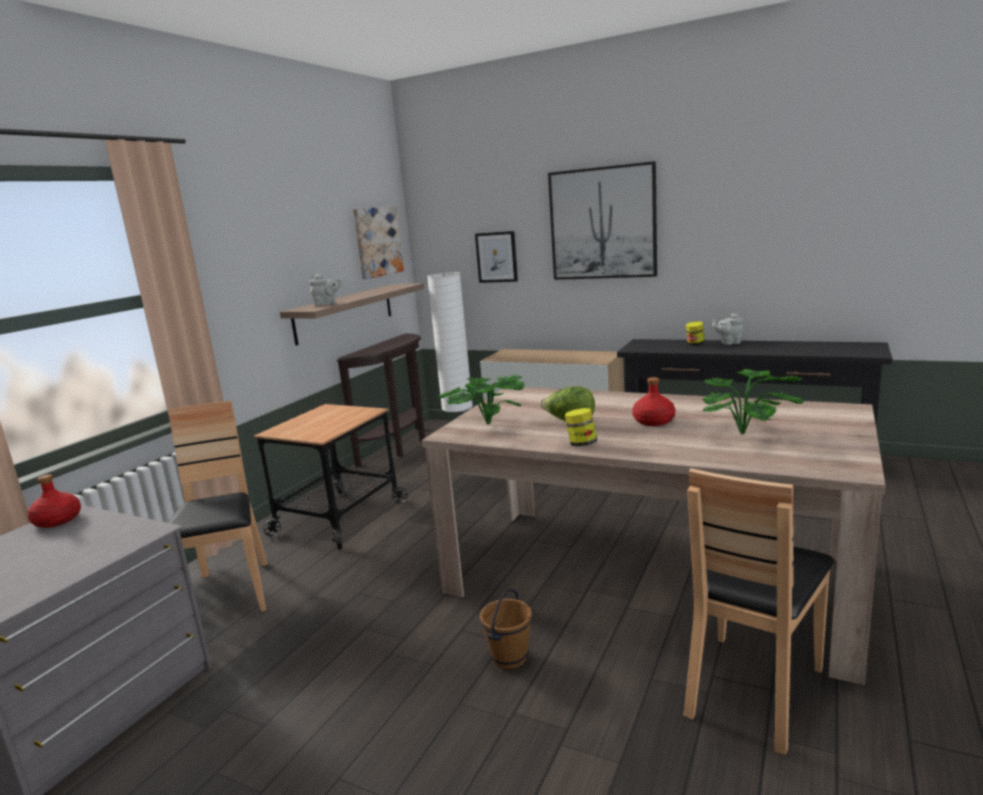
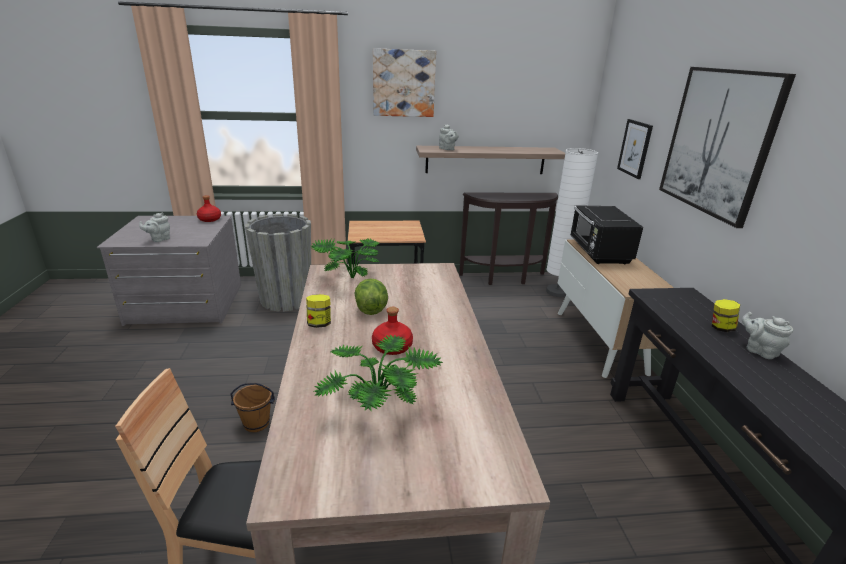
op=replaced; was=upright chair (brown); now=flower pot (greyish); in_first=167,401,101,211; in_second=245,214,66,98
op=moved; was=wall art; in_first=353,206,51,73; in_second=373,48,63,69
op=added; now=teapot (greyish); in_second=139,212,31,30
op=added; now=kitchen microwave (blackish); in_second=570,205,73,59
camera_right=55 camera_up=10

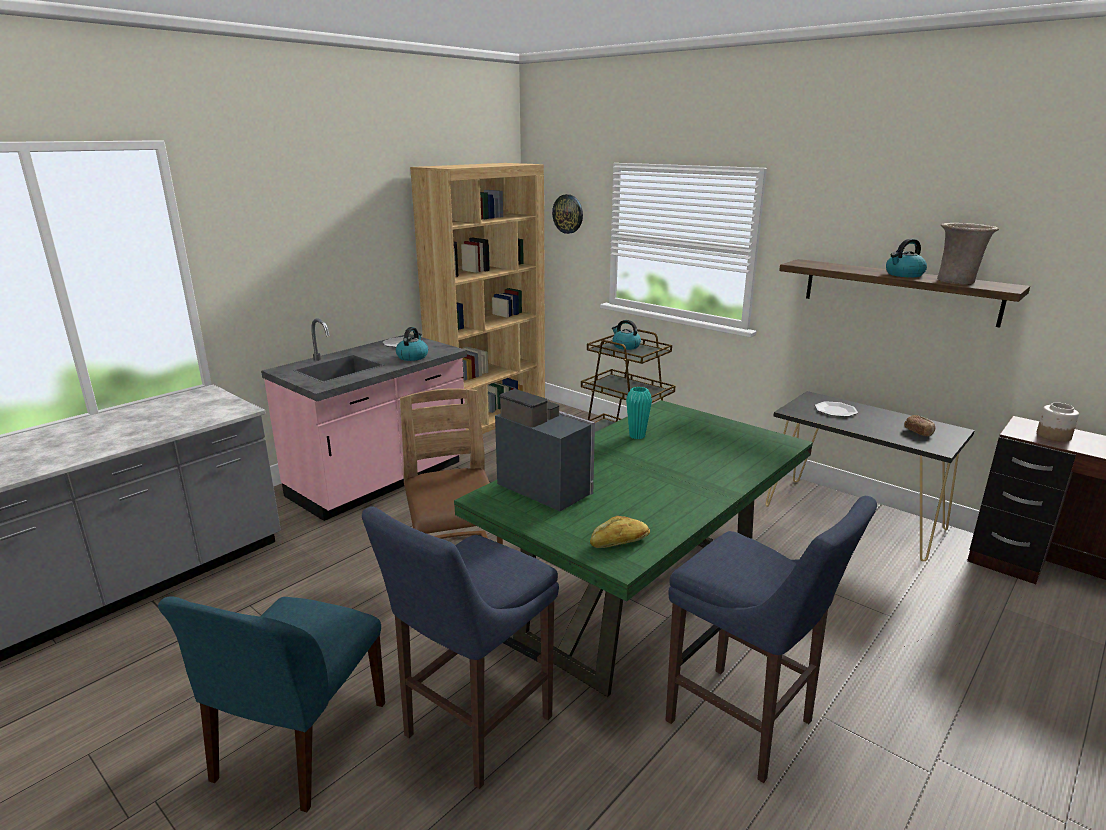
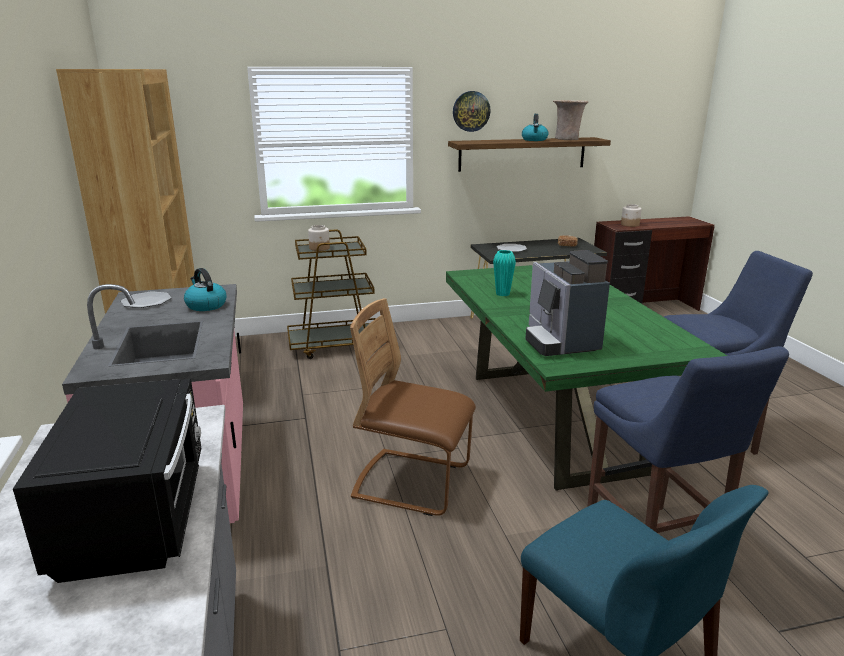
op=turned; was=coffee machine; in_first=495,389,100,122; in_second=525,250,85,106; clockwise=-90
op=moved; was=hanging clock; in_first=552,194,31,40; in_second=453,91,37,41
op=removed; was=bread; in_first=590,516,60,32
op=replaced; was=tea kettle; now=preserve jar; in_first=612,320,29,30; in_second=308,225,22,26
op=added; now=kitchen microwave (blackish); in_second=13,379,188,204
camera_right=-55 camera_up=0

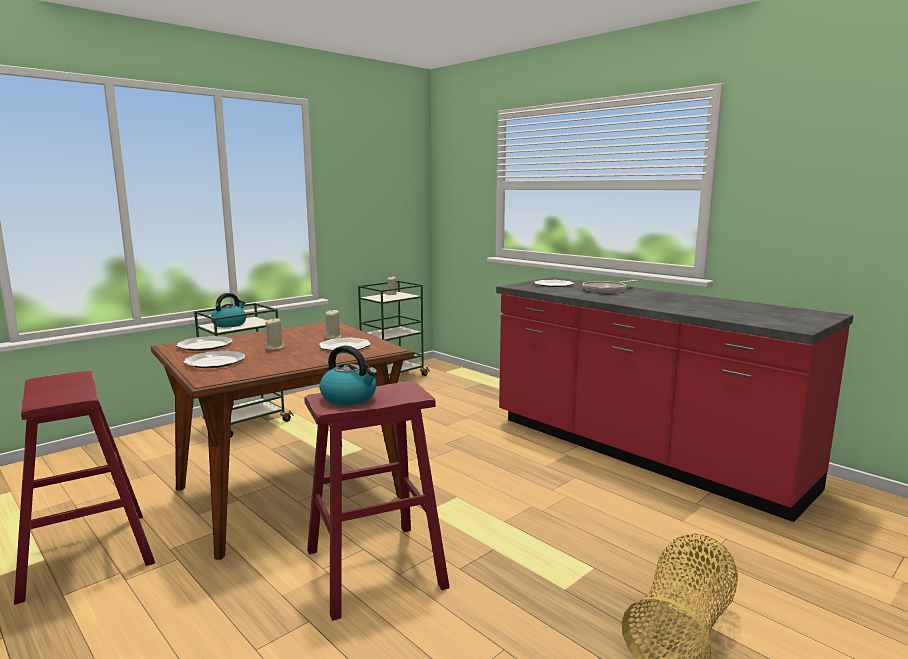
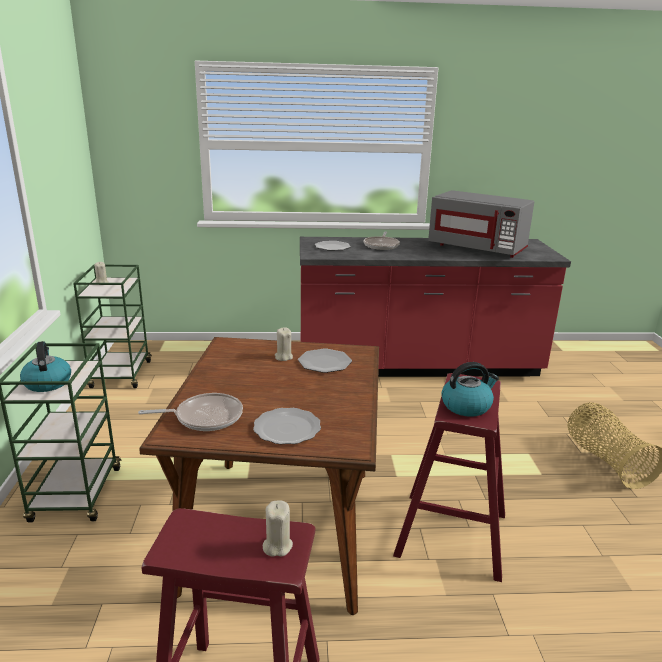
op=replaced; was=dinner plate; now=skillet; in_first=177,336,56,15; in_second=138,393,105,38
op=moved; was=wax light (sand-coloured); in_first=265,317,20,33; in_second=263,500,30,56
op=added; now=kitchen microwave (greyish); in_second=428,190,106,68
camera_right=-50 camera_up=10

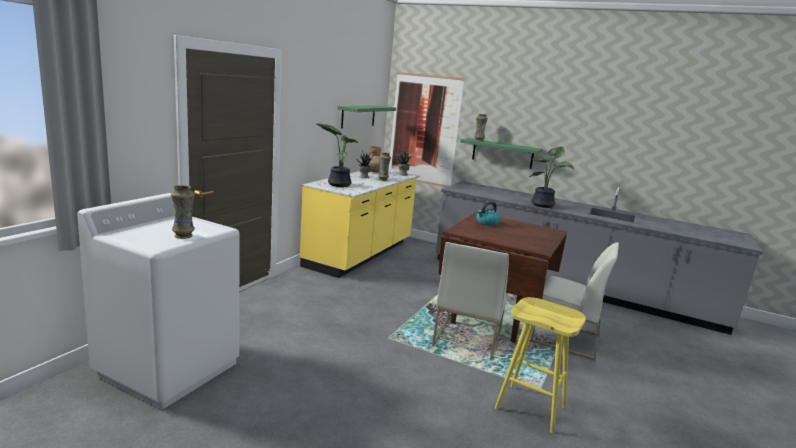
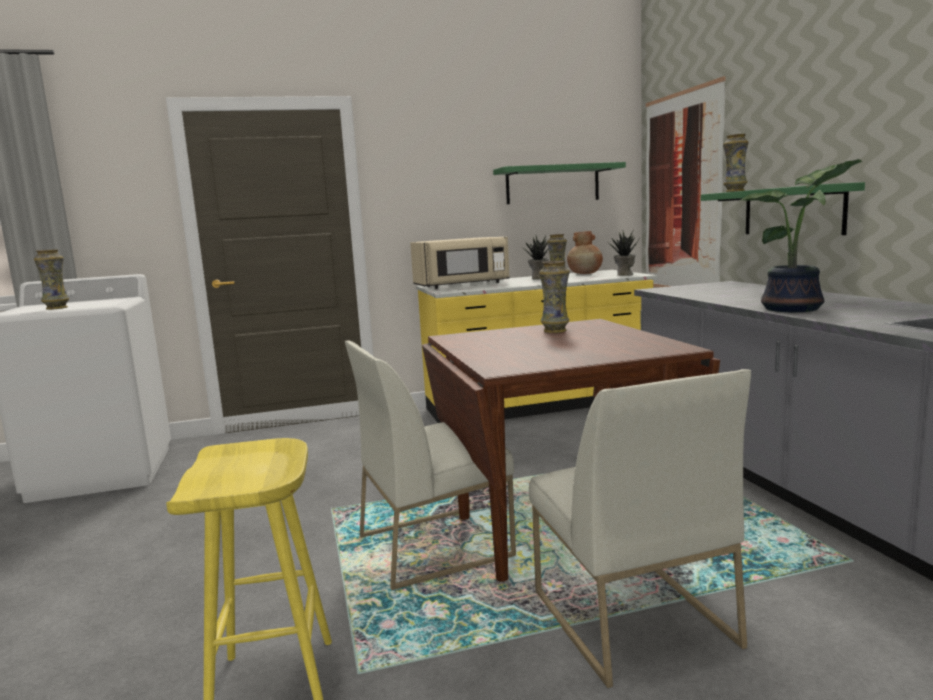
op=replaced; was=potted plant; now=kitchen microwave (sand-coloured); in_first=316,123,43,64; in_second=410,237,99,52
op=replaced; was=tea kettle; now=vase; in_first=476,201,24,25; in_second=539,261,31,72
camera_right=50 camera_up=-5

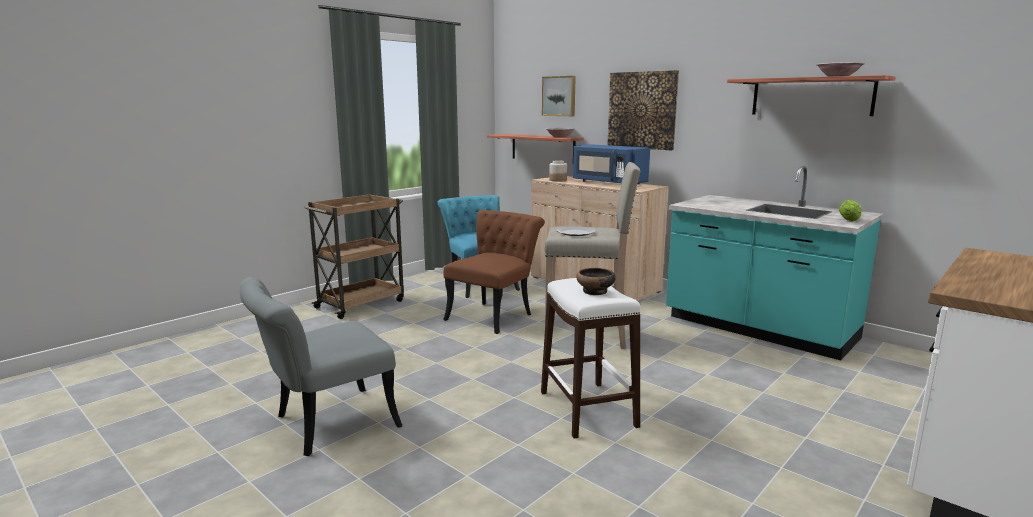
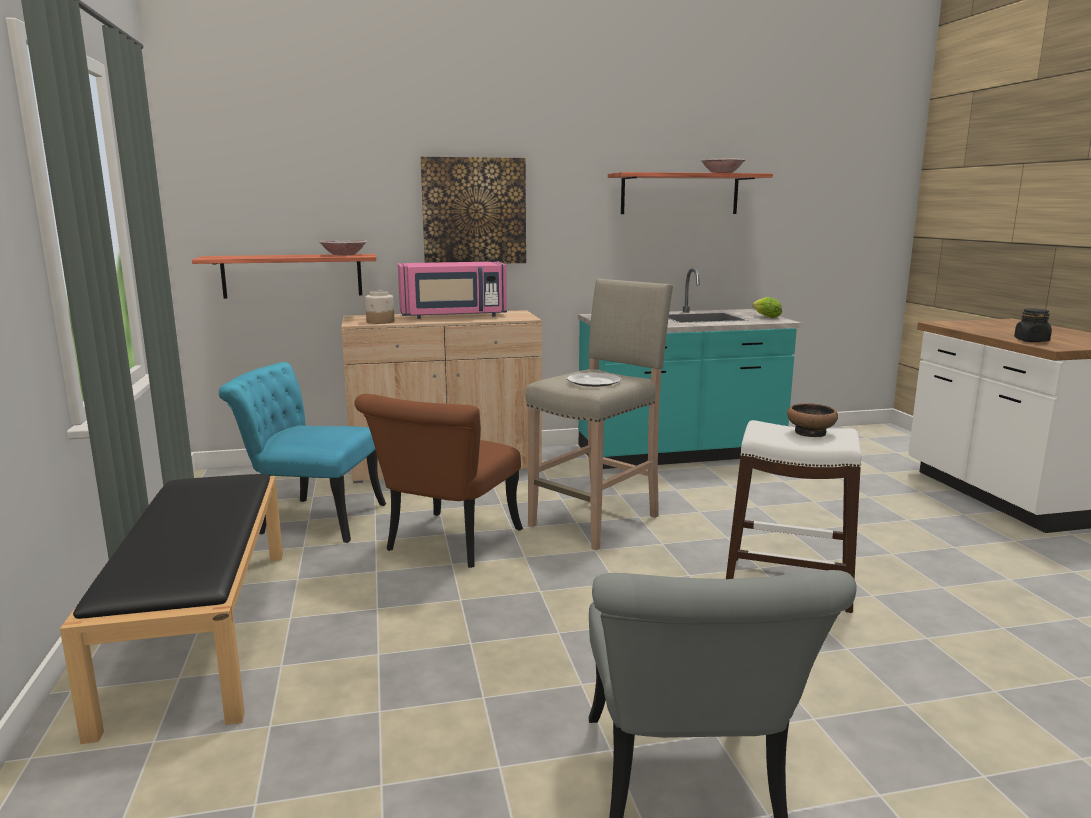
op=replaced; was=cart (brown); now=long seat (blackish); in_first=303,194,101,125; in_second=60,474,223,270
op=turned; was=upright chair (brown); in_first=443,210,102,124; in_second=354,394,169,174; clockwise=-135
op=removed; was=wall art; in_first=542,76,34,40
op=recoloured; was=kitchen microwave (blue-coloured); now=kitchen microwave (pink); in_first=573,144,77,40; in_second=398,262,109,57
op=added; now=preserve jar (blackish); in_second=1014,308,38,34
camera_right=-55 camera_up=0

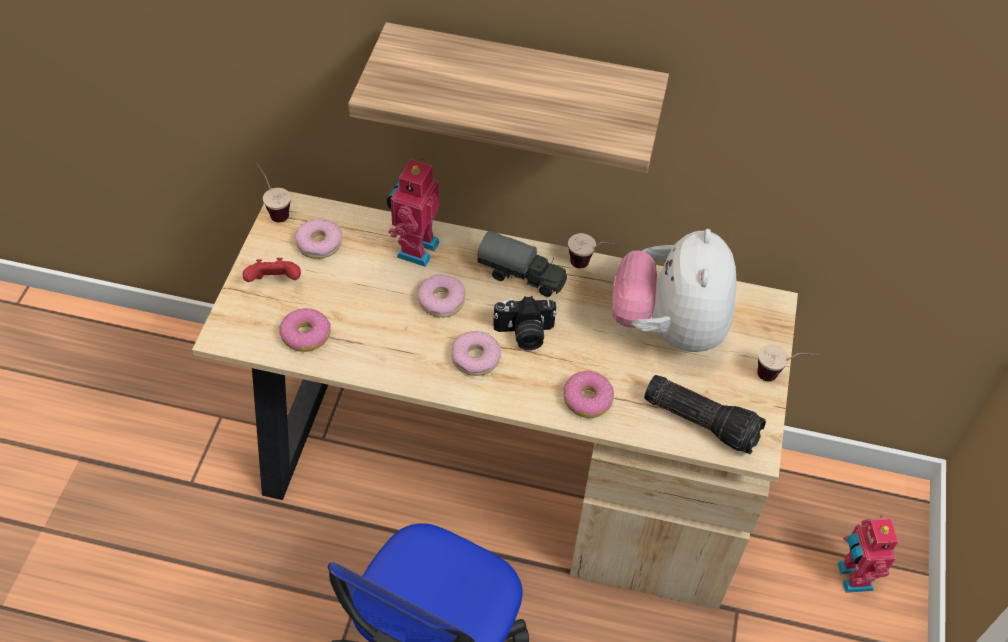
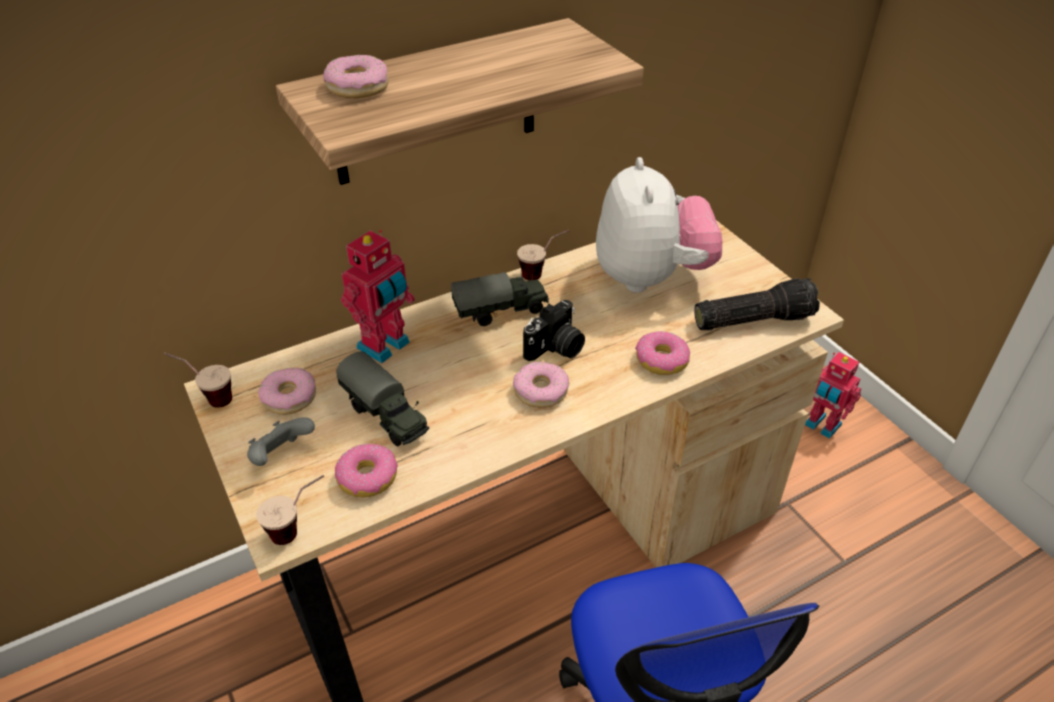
op=recoloured; was=game controller (red); now=game controller (greyish); in_first=243,258,58,24; in_second=247,417,68,49
op=turned; was=model robot; in_first=387,158,53,109; in_second=341,230,74,133; clockwise=-120
op=moved; was=donut; in_first=418,274,48,44; in_second=323,55,66,43
op=turned; was=soft toy; in_first=612,229,124,123; in_second=596,157,126,136; clockwise=-150
op=moved; was=cup; in_first=757,345,62,36; in_second=256,475,68,70
op=added; now=model truck; in_second=336,352,93,94
camera_right=-40 camera_up=-10

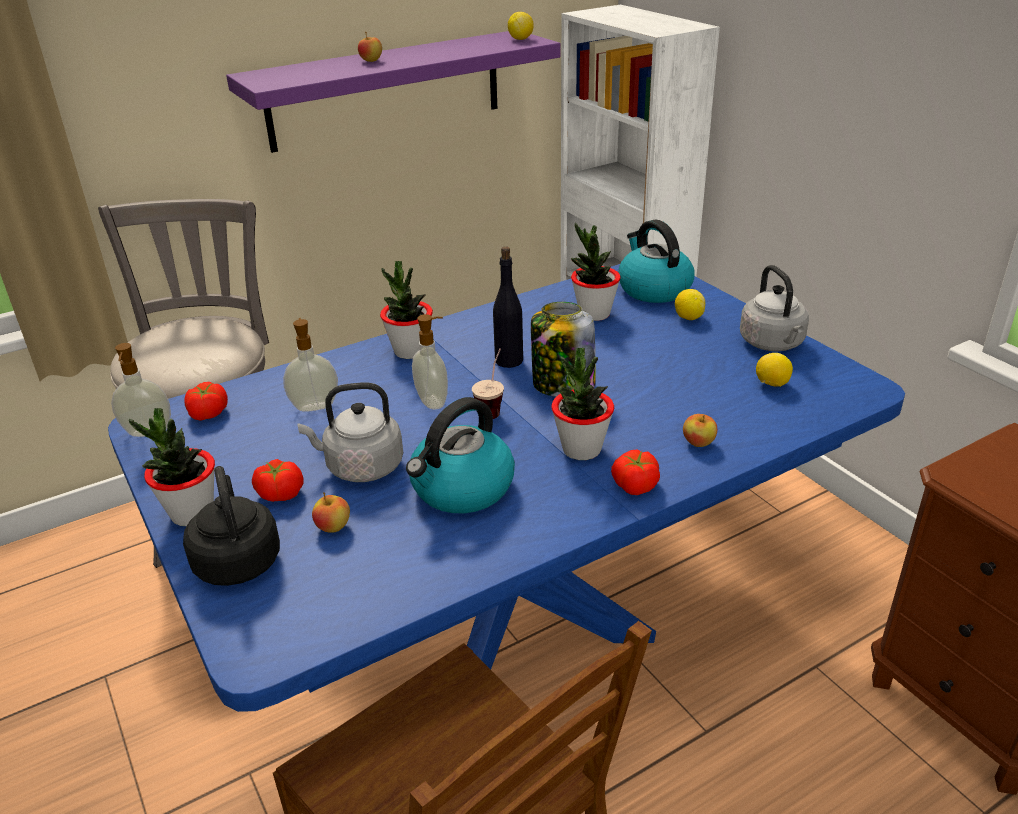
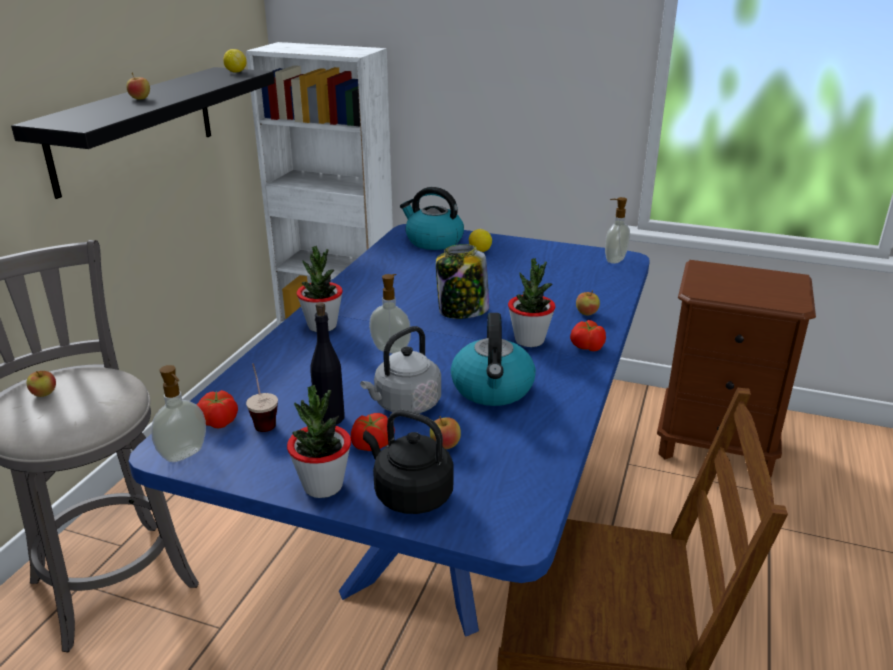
op=recoloured; was=wall shelf (purple); now=wall shelf (blackish); in_first=226,31,334,122; in_second=11,67,264,132
op=moved; was=liquid soap bottle; in_first=283,318,55,94; in_second=605,197,25,67
op=moved; was=cup; in_first=472,348,32,71; in_second=246,363,32,69
op=moved; was=bottle (blackish); in_first=493,246,30,122; in_second=310,302,35,123
op=removed; was=potted plant; in_first=571,223,49,98
op=removed; was=tea kettle (greyish); in_first=740,265,69,86
op=removed; was=whole lemon; in_first=756,353,37,34
op=added; now=apple fruit; in_second=27,371,29,26
camera_right=-40 camera_up=-5

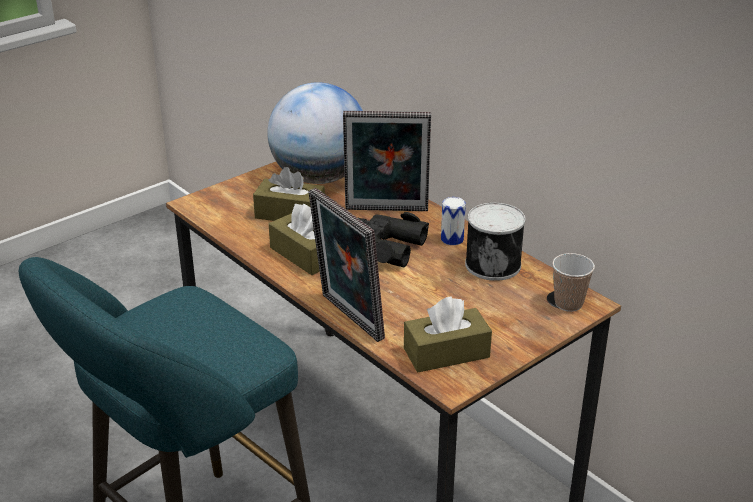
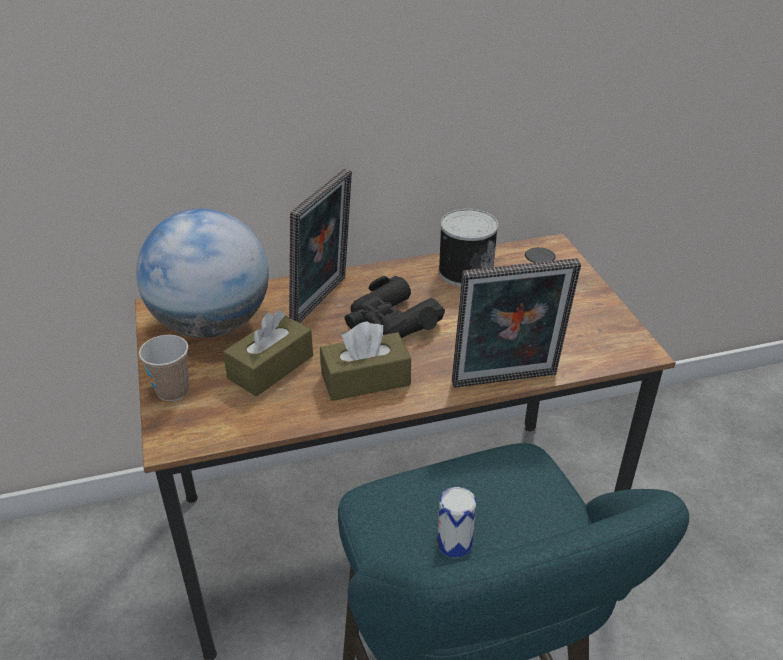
op=removed; was=tissue box (brown); in_first=404,296,88,76
op=moved; was=sealed can; in_first=441,197,25,48; in_second=437,487,39,71
op=moved; was=cup; in_first=552,253,43,59; in_second=139,335,50,66
camera_right=-65 camera_up=5

